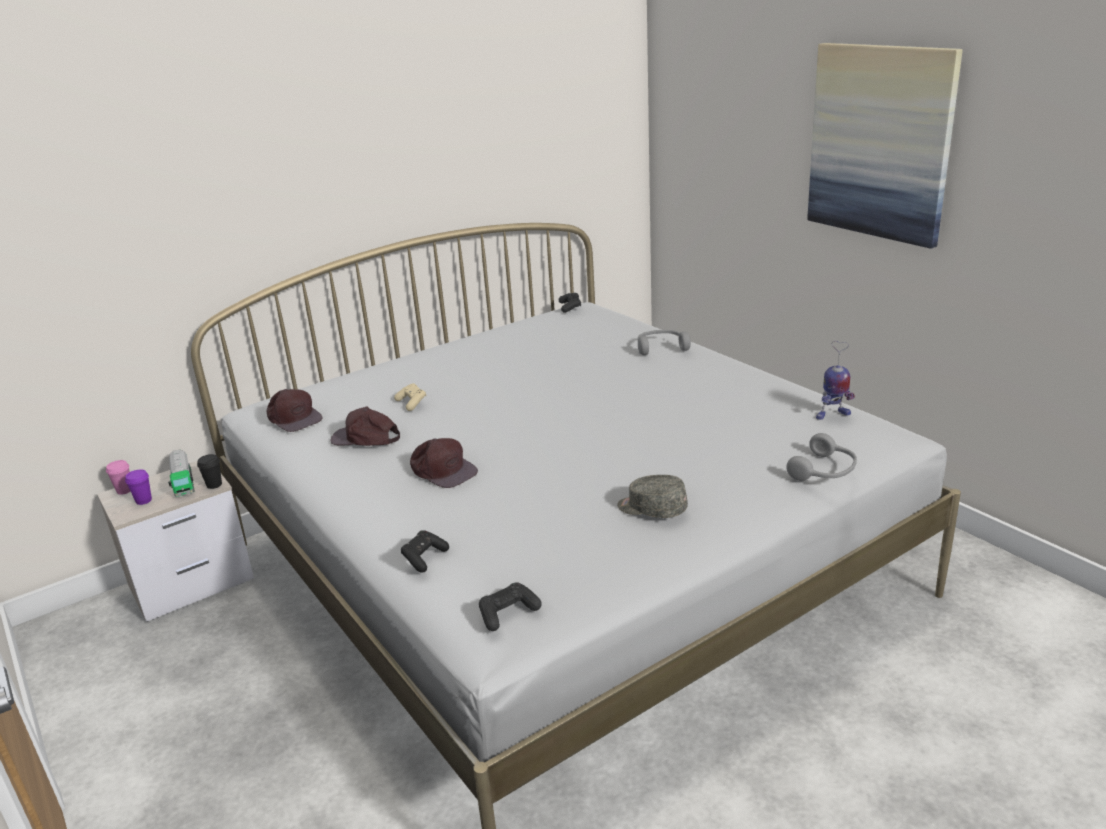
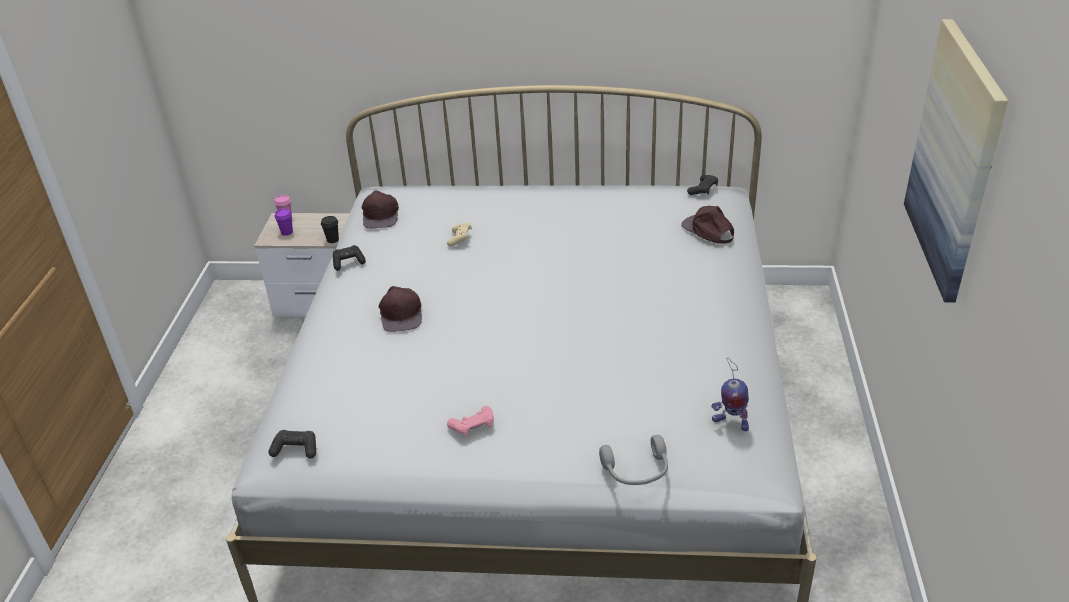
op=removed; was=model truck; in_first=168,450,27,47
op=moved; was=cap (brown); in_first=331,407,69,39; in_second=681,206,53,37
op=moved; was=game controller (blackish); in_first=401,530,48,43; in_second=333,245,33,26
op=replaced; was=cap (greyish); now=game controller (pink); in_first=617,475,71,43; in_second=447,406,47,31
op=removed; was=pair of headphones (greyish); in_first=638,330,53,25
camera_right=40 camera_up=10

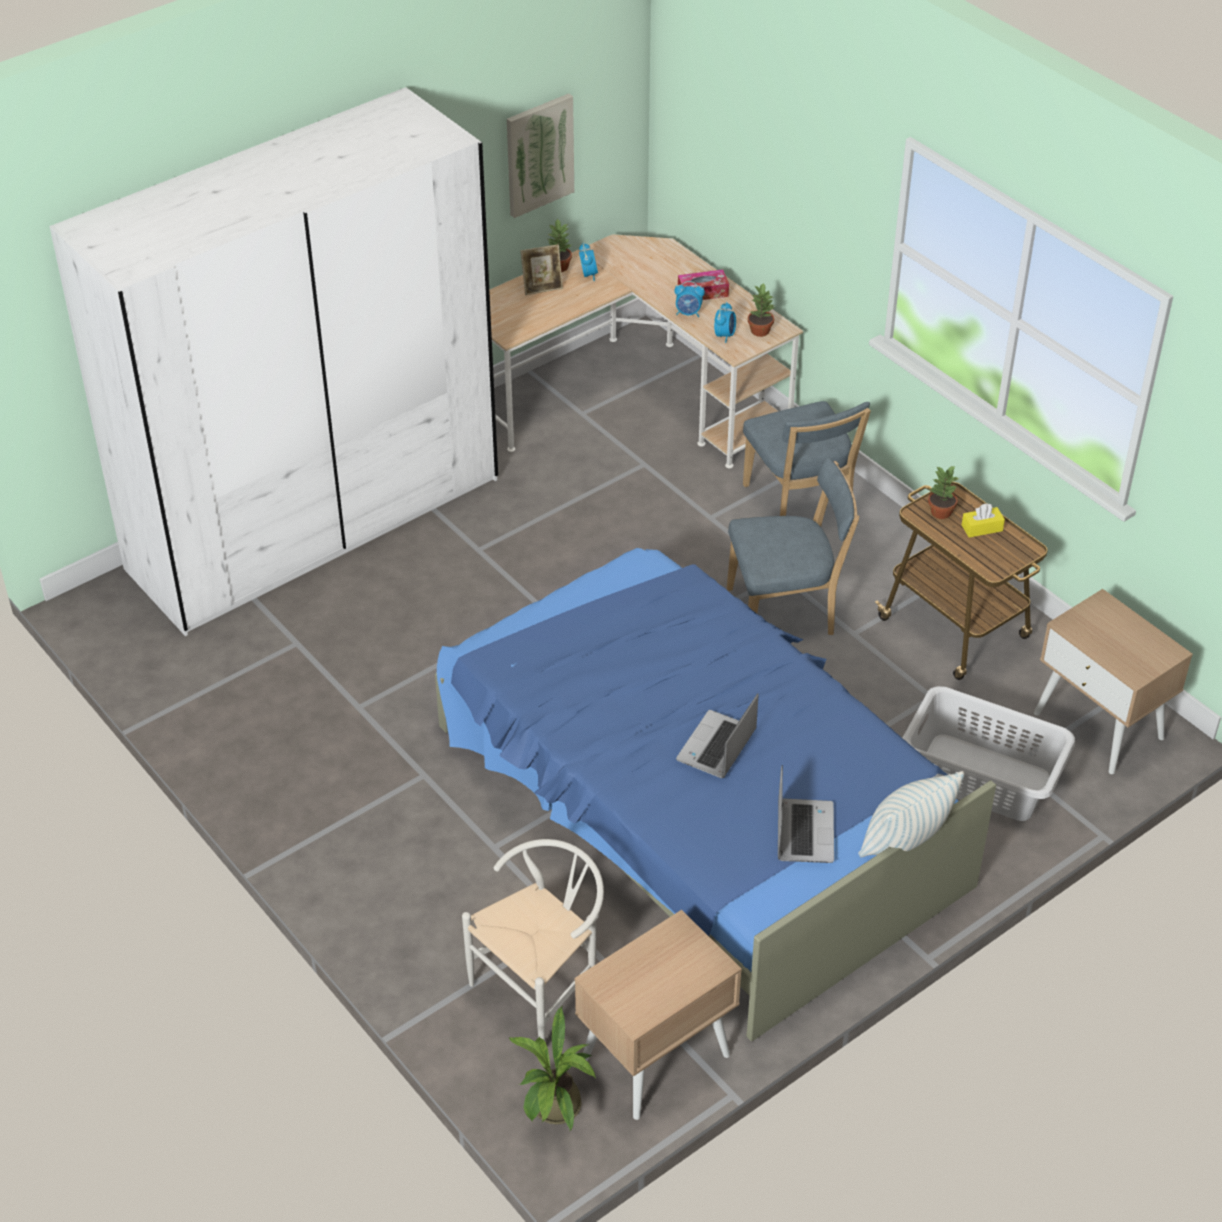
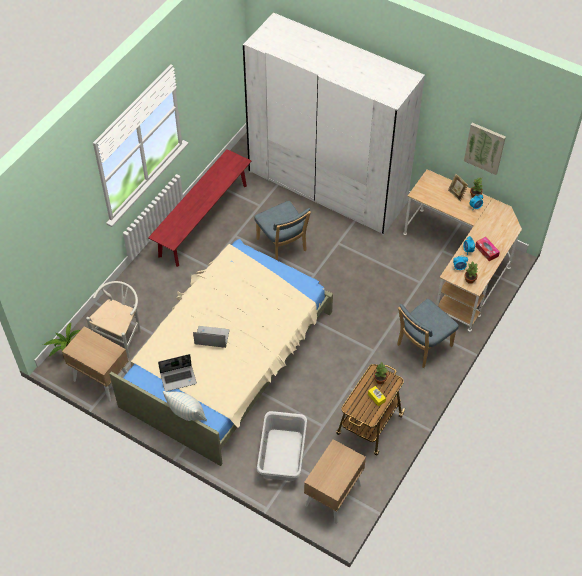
op=recoloured; was=bedroom bed (blue-coloured); now=bedroom bed (sand-coloured); in_first=435,548,561,493; in_second=109,239,224,227
op=turned; was=upright chair (whitish); in_first=462,839,142,202; in_second=86,281,55,77; clockwise=-90
op=moved; was=upright chair (blue-coloured); in_first=727,457,132,178; in_second=255,201,56,60
op=added; now=long seat (red); in_second=148,149,104,118
camera_right=70 camera_up=10

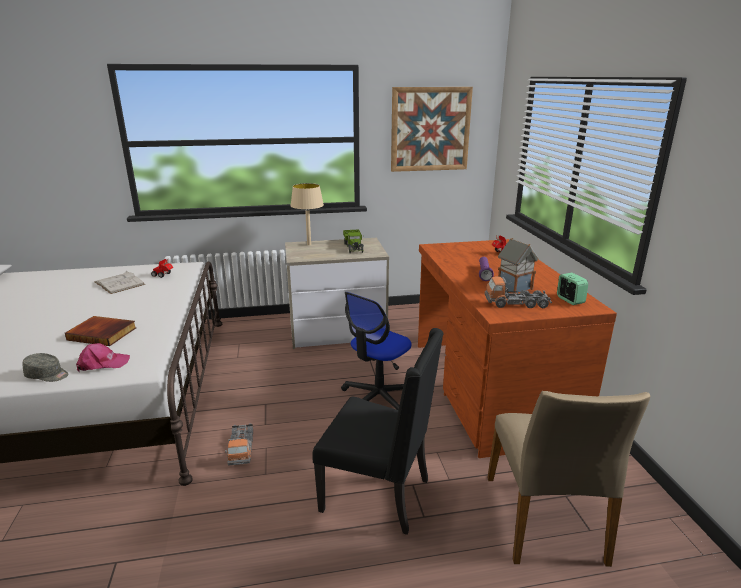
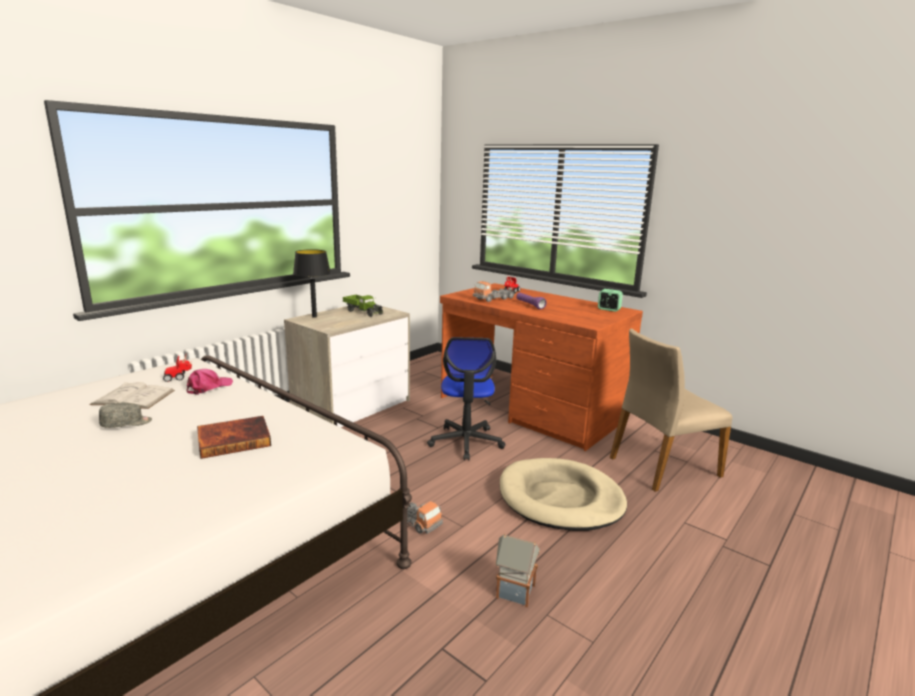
op=moved; was=cap (greyish); in_first=23,353,45,29; in_second=99,403,53,25
op=moved; was=cap (pink); in_first=76,343,54,29; in_second=187,369,46,26
op=recoloured; was=lamp for a table (sand-coloured); now=lamp for a table (blackish); in_first=290,183,34,62; in_second=293,249,38,69
op=replaced; was=upright chair (blackish); now=dog cushion (sand-coloured); in_first=313,328,131,207; in_second=500,458,127,73
op=removed; was=wall art; in_first=391,87,82,85
op=moved; was=model truck; in_first=485,277,67,31; in_second=473,281,43,21
op=turned; was=upright chair (sand-coloured); in_first=487,391,163,176; in_second=610,328,122,164; clockwise=105
op=moved; was=miniature house; in_first=498,238,41,55; in_second=495,534,45,74
camera_right=-40 camera_up=-5

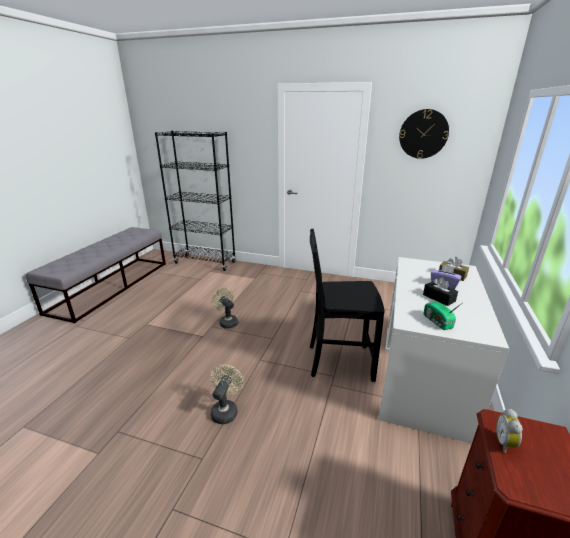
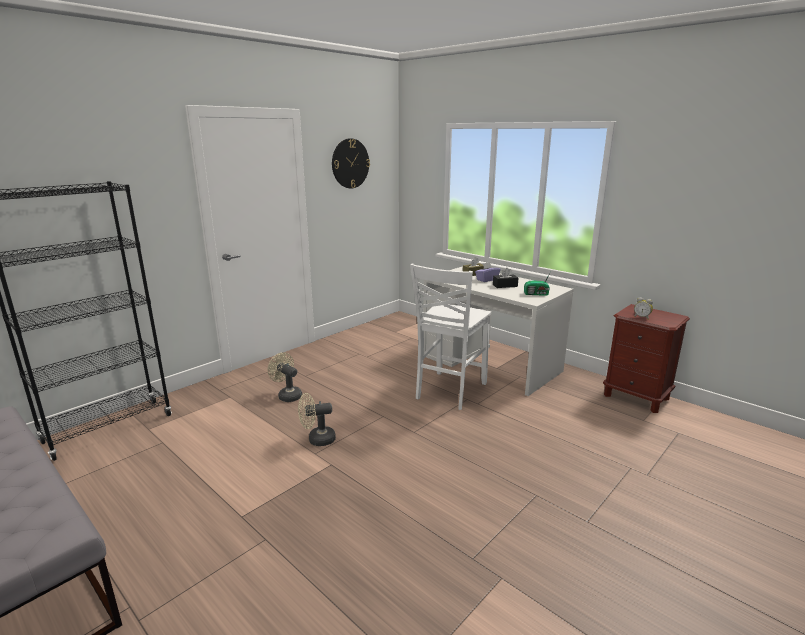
op=moved; was=electric fan (sand-coloured); in_first=210,365,34,59; in_second=268,352,34,50
op=recoloured; was=upright chair (blackish); now=upright chair (whitish); in_first=310,229,75,153; in_second=410,264,81,146
camera_right=-65 camera_up=-5

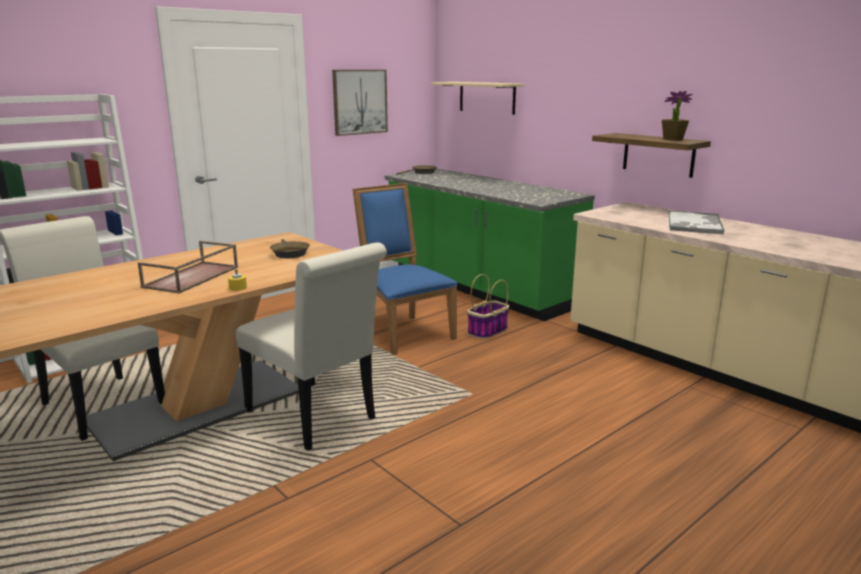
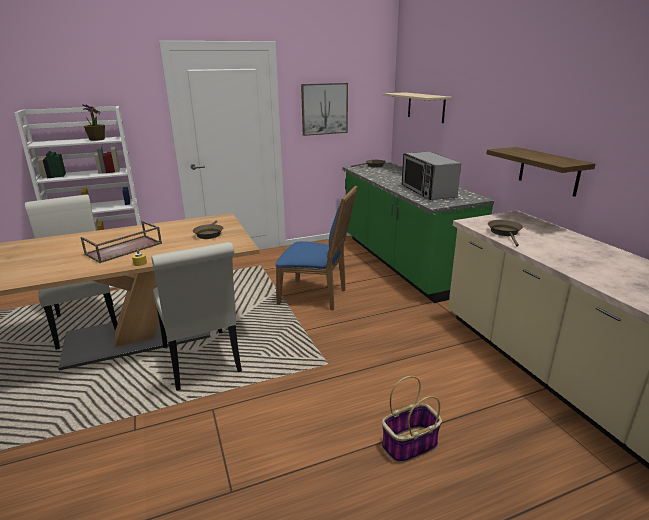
op=turned; was=upright chair (blue-coloured); in_first=353,183,105,172; in_second=275,186,83,124; clockwise=120
op=moved; was=basket; in_first=467,274,42,65; in_second=382,376,60,87
op=moved; was=potted plant; in_first=662,91,31,50; in_second=82,104,23,37
op=removed; was=tray; in_first=668,211,56,23
op=added; now=kitchen microwave; in_second=402,152,59,48
op=added; now=skillet (brown); in_second=488,220,35,26
camera_right=20 camera_up=5

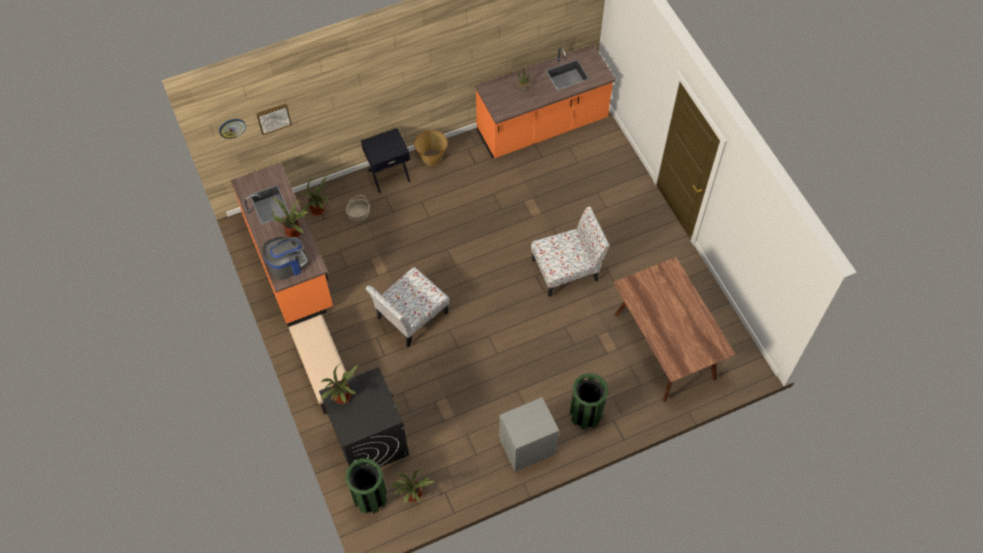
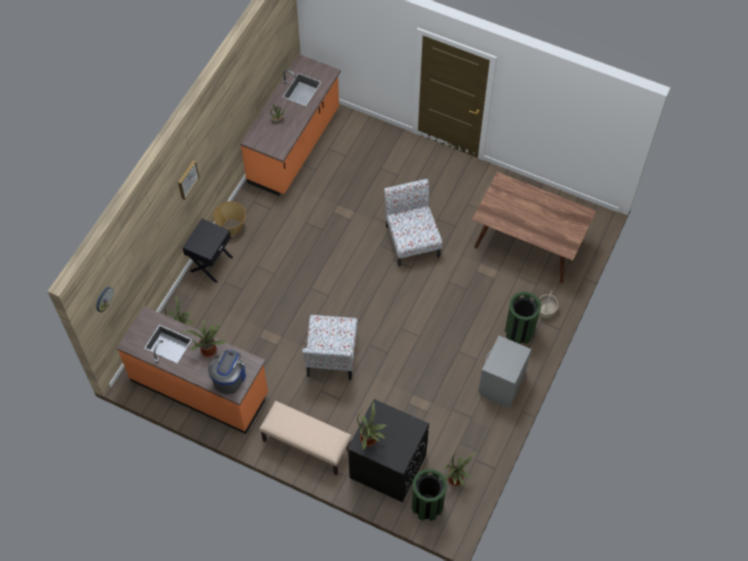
op=moved; was=wall art; in_first=257,104,35,31; in_second=178,160,21,40
op=moved; was=basket; in_first=346,195,24,27; in_second=539,290,20,29
op=turned; was=upright chair; in_first=531,206,79,91; in_second=384,179,58,88; clockwise=-45
camera_right=-40 camera_up=0

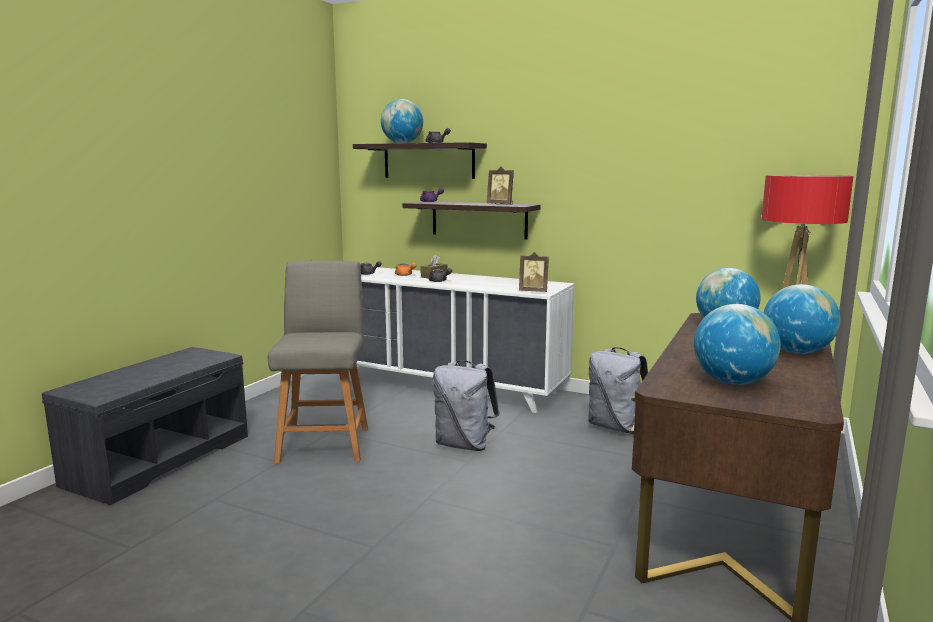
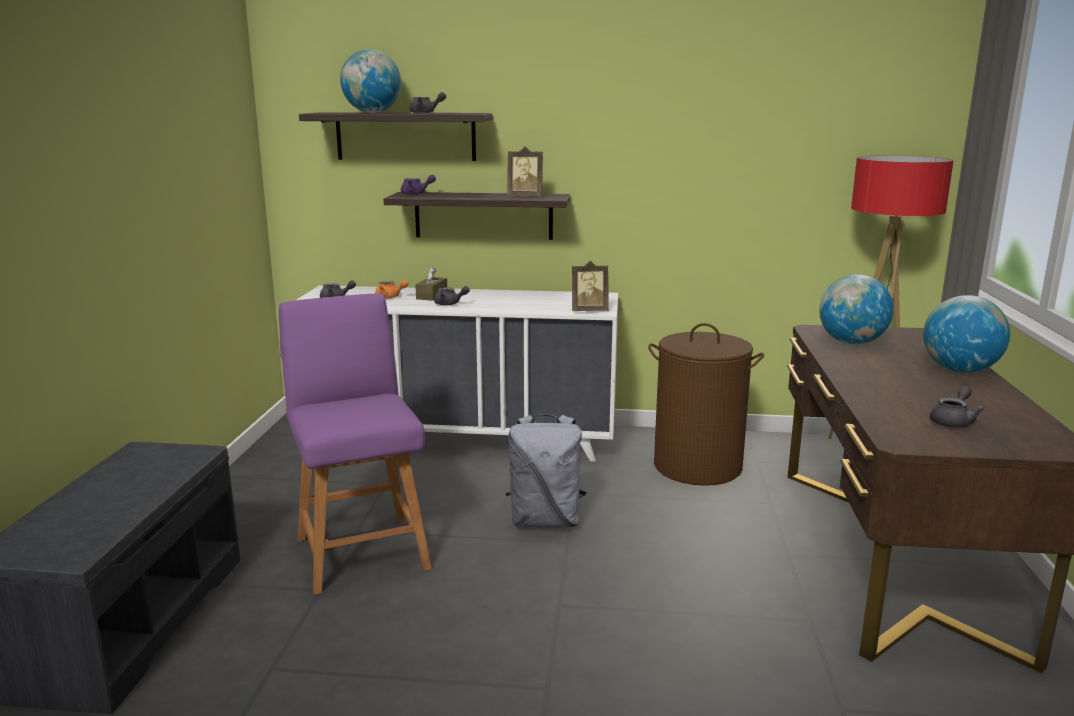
op=recoloured; was=upright chair (greyish); now=upright chair (purple); in_first=268,261,100,203; in_second=279,294,153,301
op=replaced; was=rucksack (greyish); now=washing basket (brown); in_first=588,347,60,86; in_second=648,323,116,163
op=replaced; was=world globe; now=teapot (greyish); in_first=694,304,87,81; in_second=930,386,54,42
camera_right=-20 camera_up=5

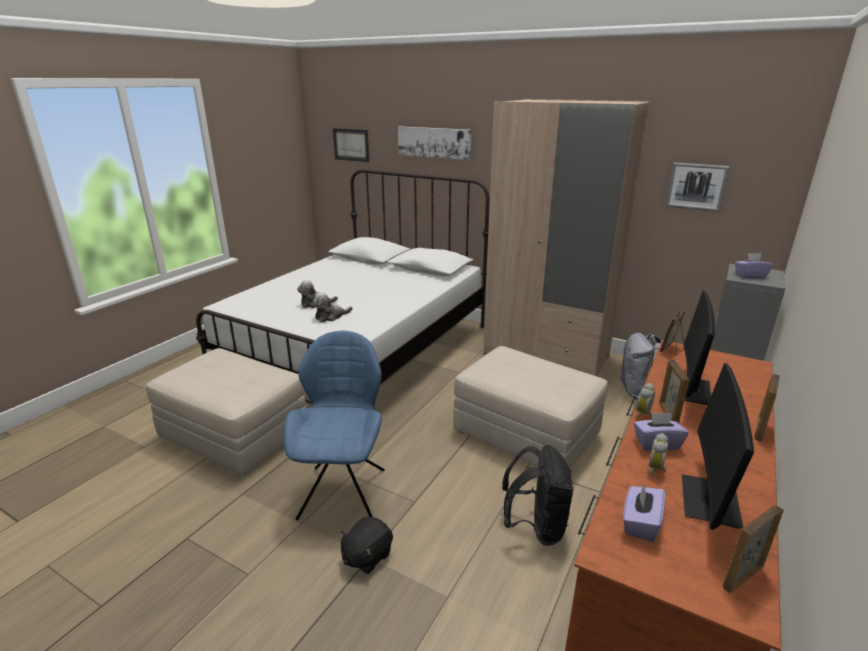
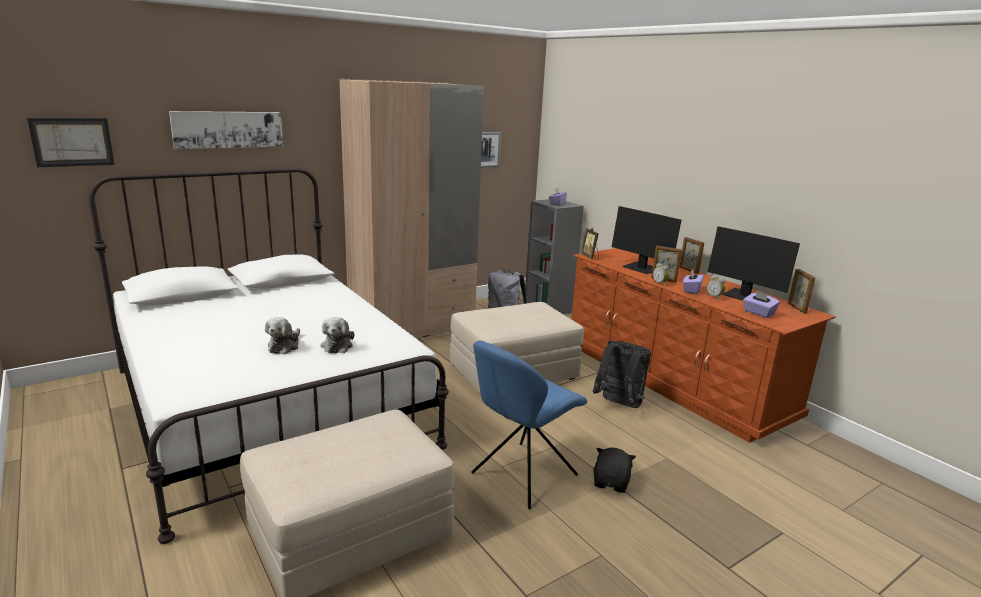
op=turned; was=upright chair (blue-coloured); in_first=284,331,101,189; in_second=471,340,116,169; clockwise=-75
op=turned; was=soft toy (blackish); in_first=339,517,54,57; in_second=594,447,42,46; clockwise=-135
camera_right=-65 camera_up=-5

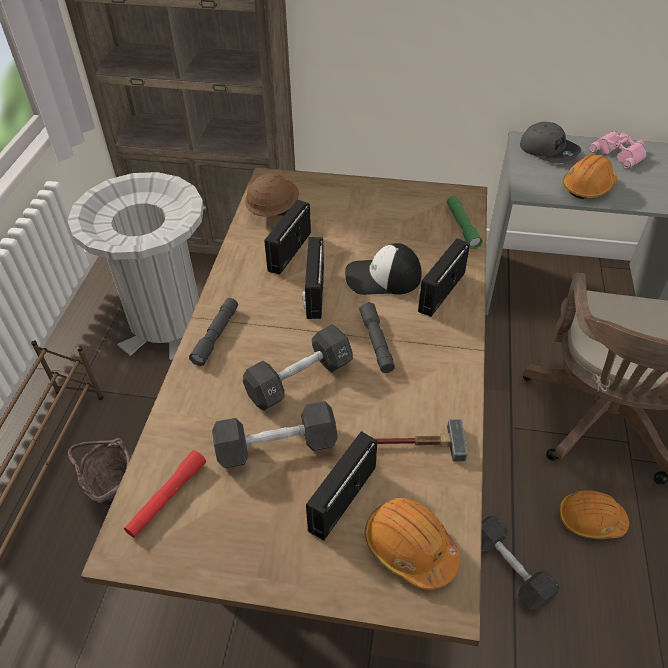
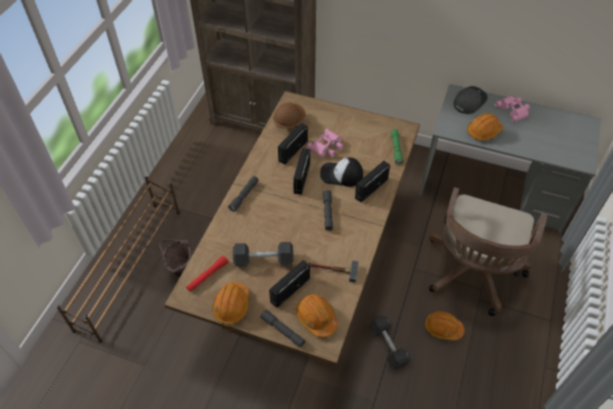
op=removed; was=trash can (greyish); in_first=67,172,137,188
op=removed; was=free weight (blackish); in_first=243,324,110,87
op=turned; was=cap (greyish); in_first=520,122,61,41; in_second=453,86,35,28; clockwise=-105
op=added; now=work helmet (orange); in_second=212,282,37,42
op=added; now=torch (greyish); in_second=260,309,45,38
op=added; now=binoculars (pink); in_second=307,129,37,28
camera_right=10 camera_up=5

